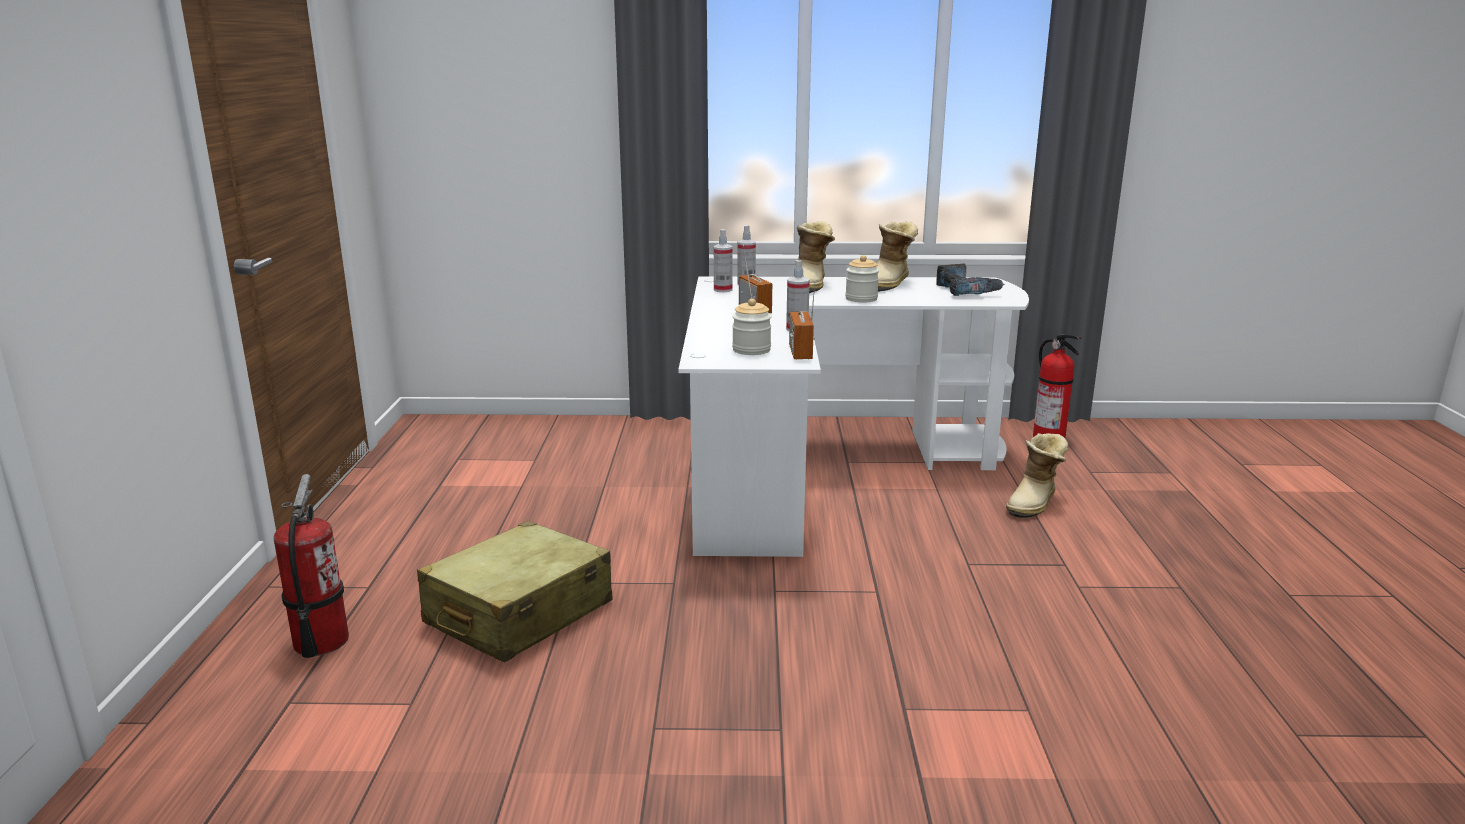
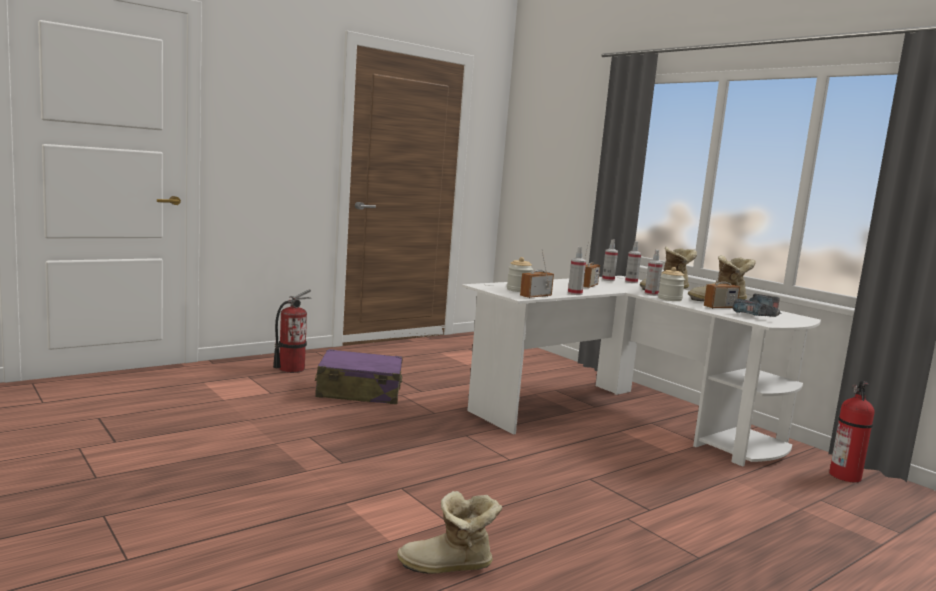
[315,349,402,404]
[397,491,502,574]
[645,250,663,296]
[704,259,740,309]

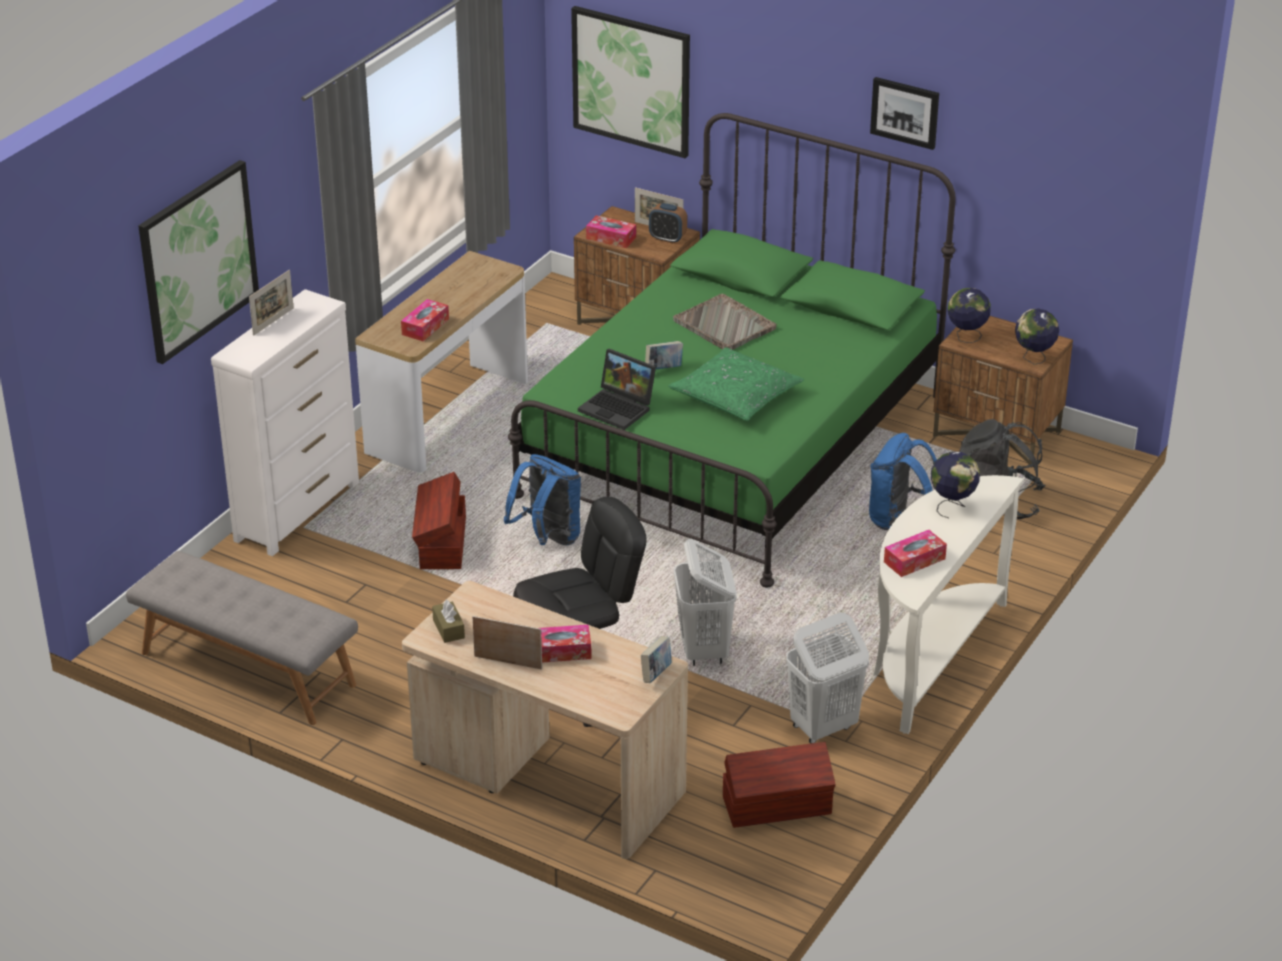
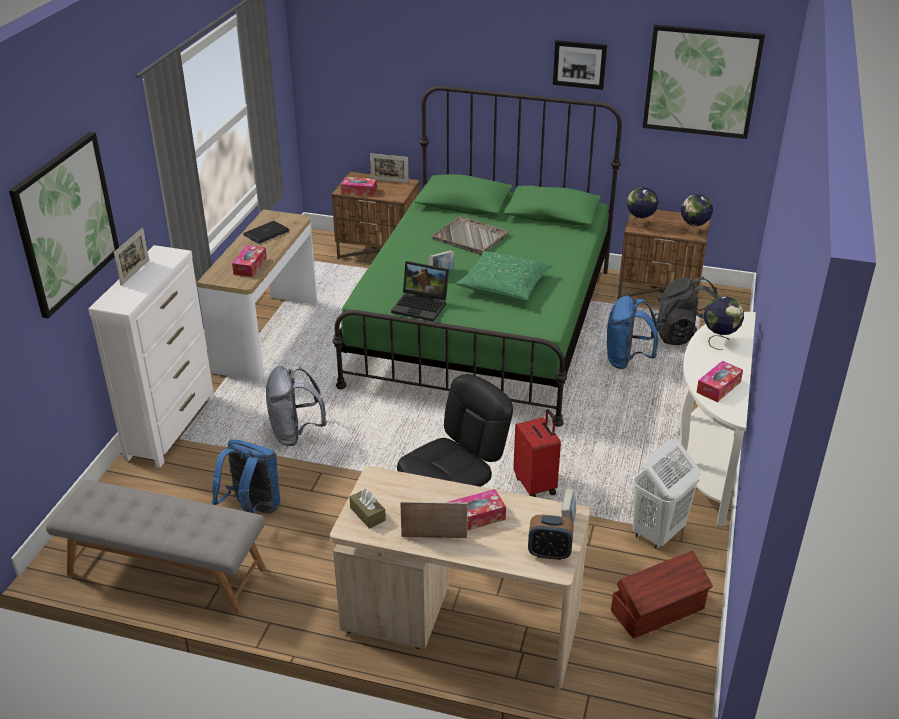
[266,366,327,446]
[212,440,280,514]
[643,25,765,139]
[528,515,574,560]
[513,409,561,497]
[243,221,289,244]

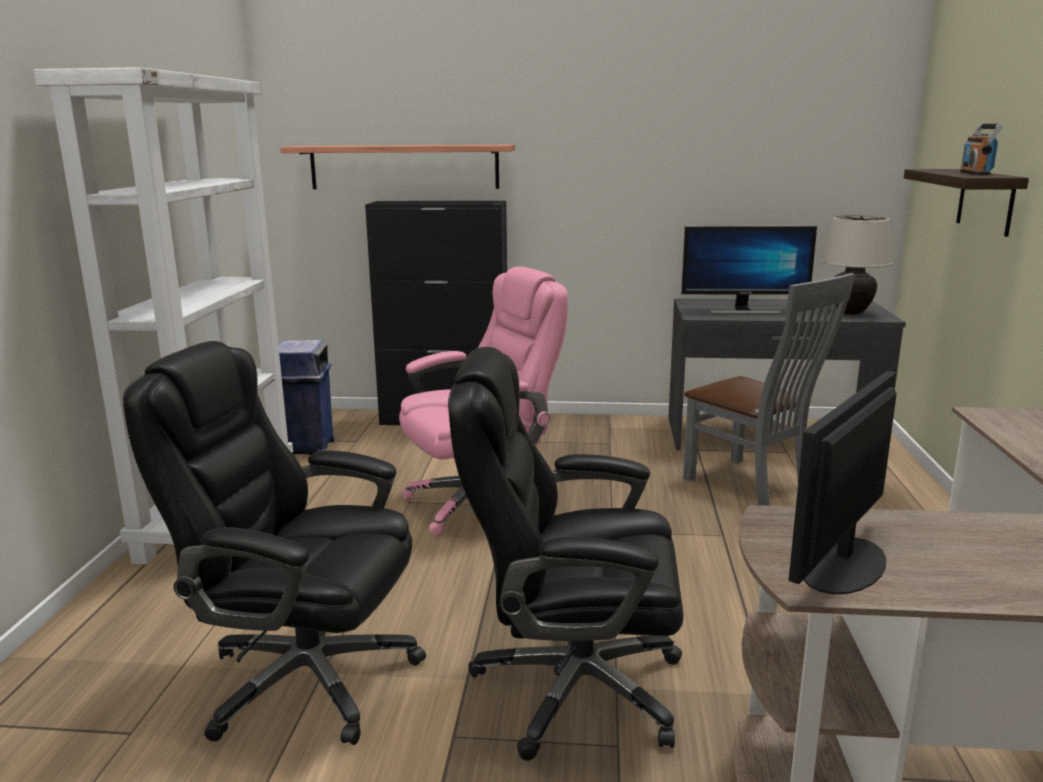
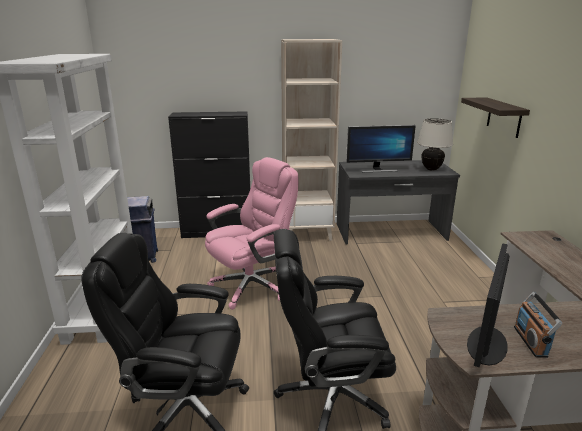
[280,145,515,189] (first image)
[683,273,855,506] (first image)
[514,292,563,358]
[281,39,342,241]

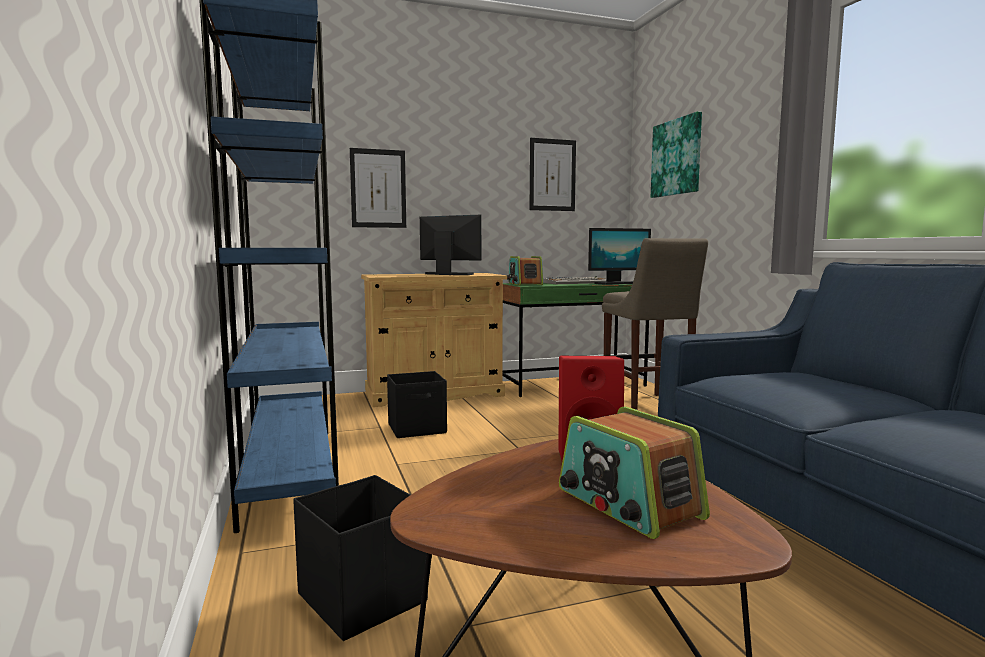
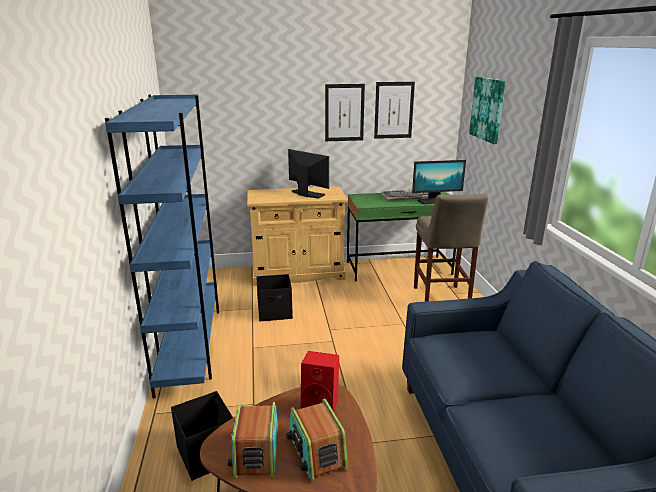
[325,84,365,141]
[228,402,278,479]

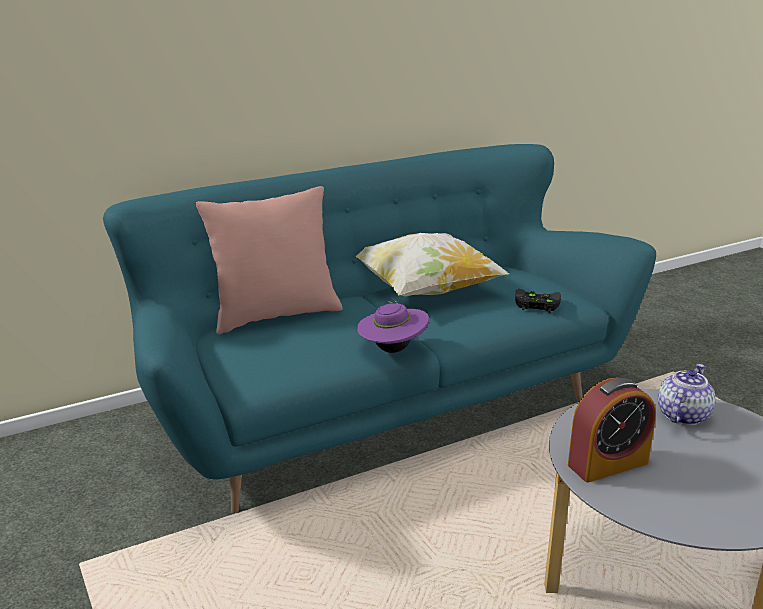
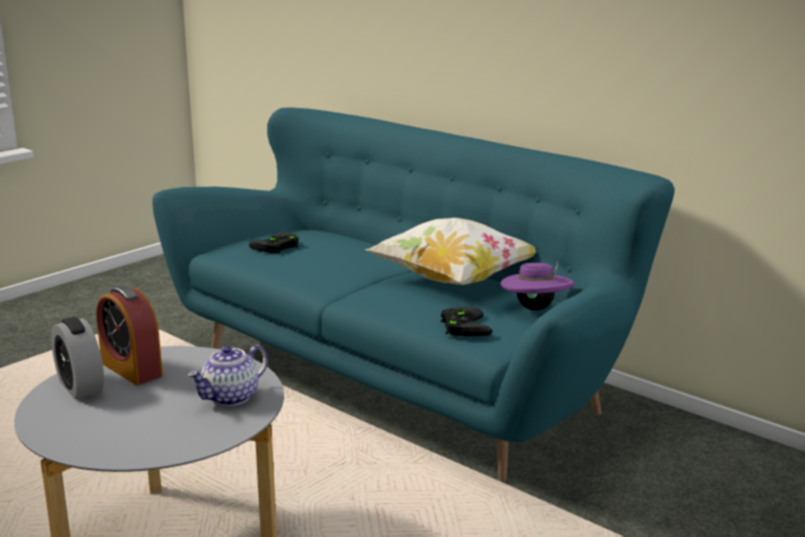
[196,186,343,334] (first image)
[501,261,574,311]
[188,345,268,406]
[51,317,104,399]
[249,232,299,254]

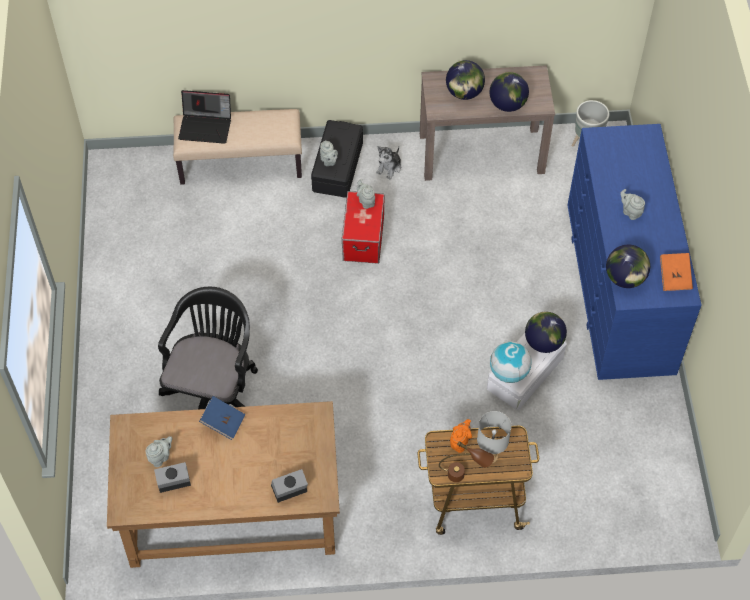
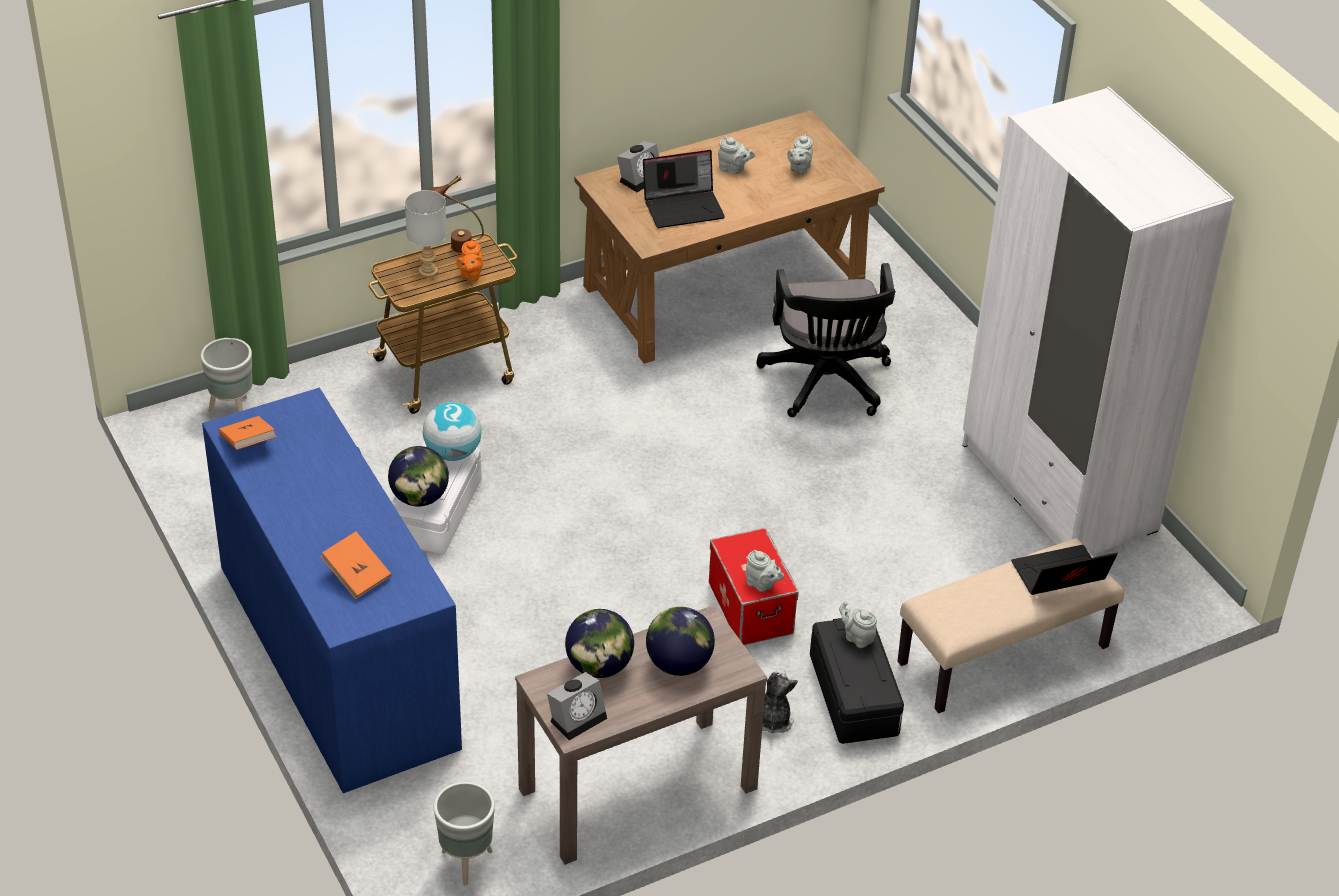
[547,672,607,740]
[199,396,246,440] (first image)
[606,245,650,288] (first image)
[718,137,755,174]
[201,338,253,413]
[320,532,391,599]
[643,150,725,228]
[962,86,1235,555]

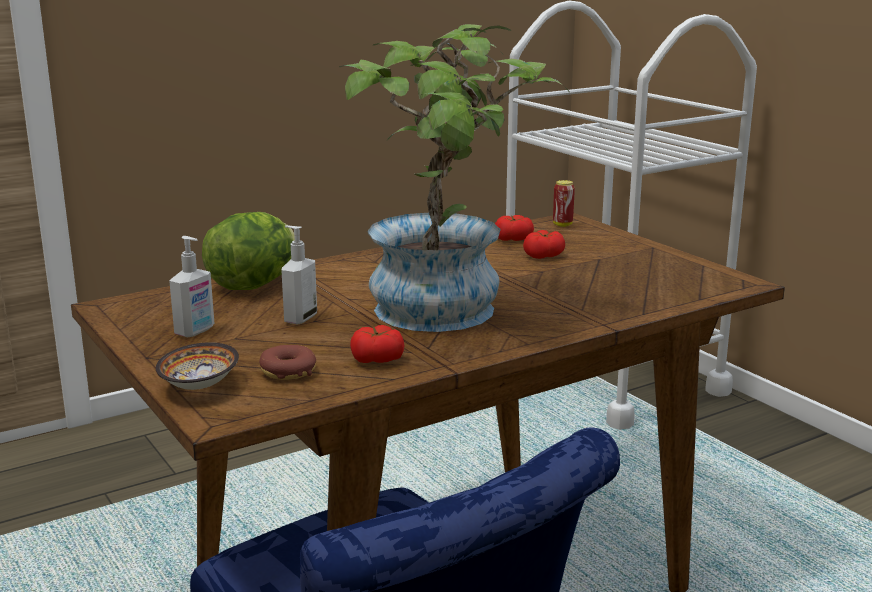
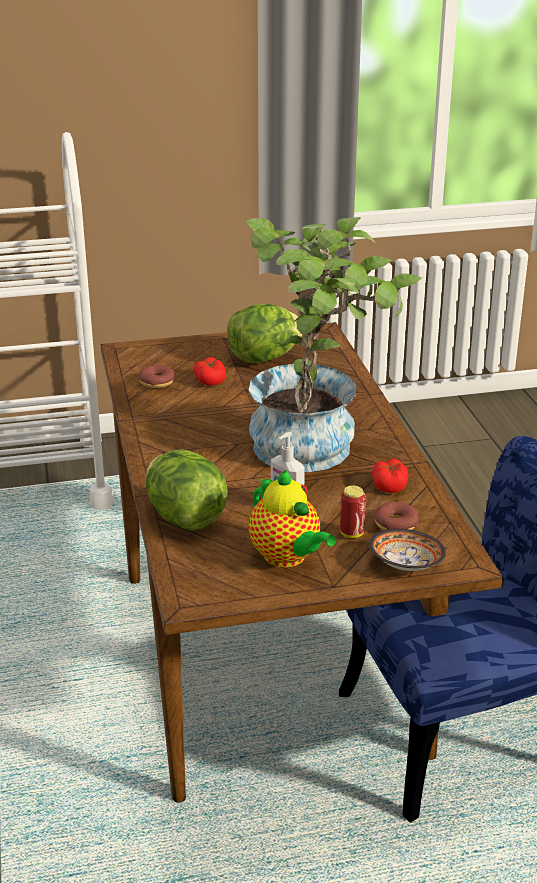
[248,470,336,567]
[138,365,175,388]
[340,486,366,538]
[227,304,303,363]

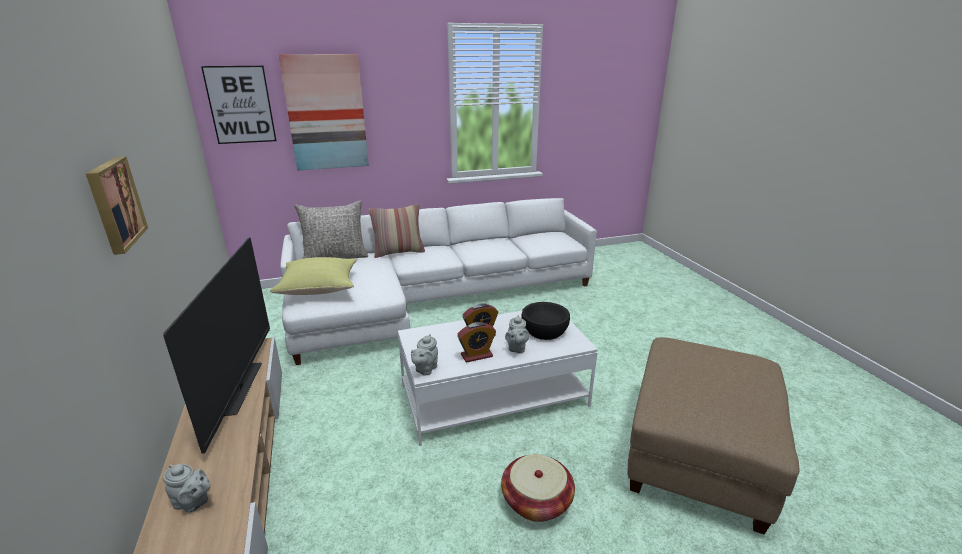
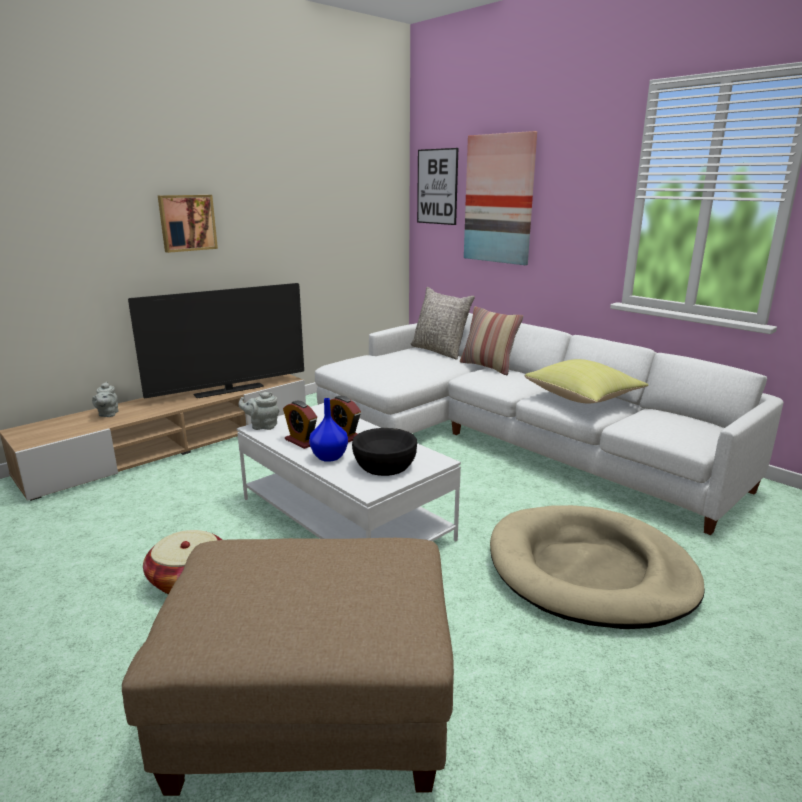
[525,359,648,404]
[309,398,348,462]
[490,505,705,629]

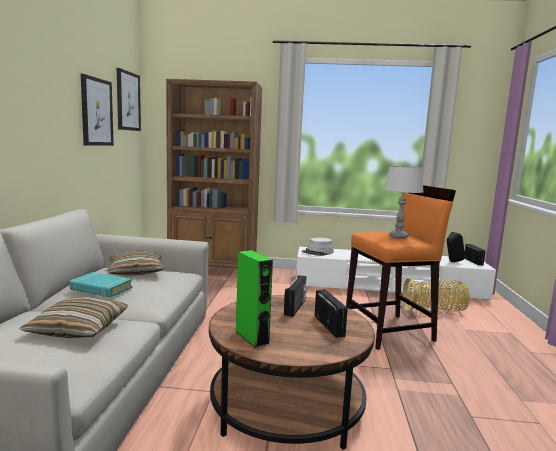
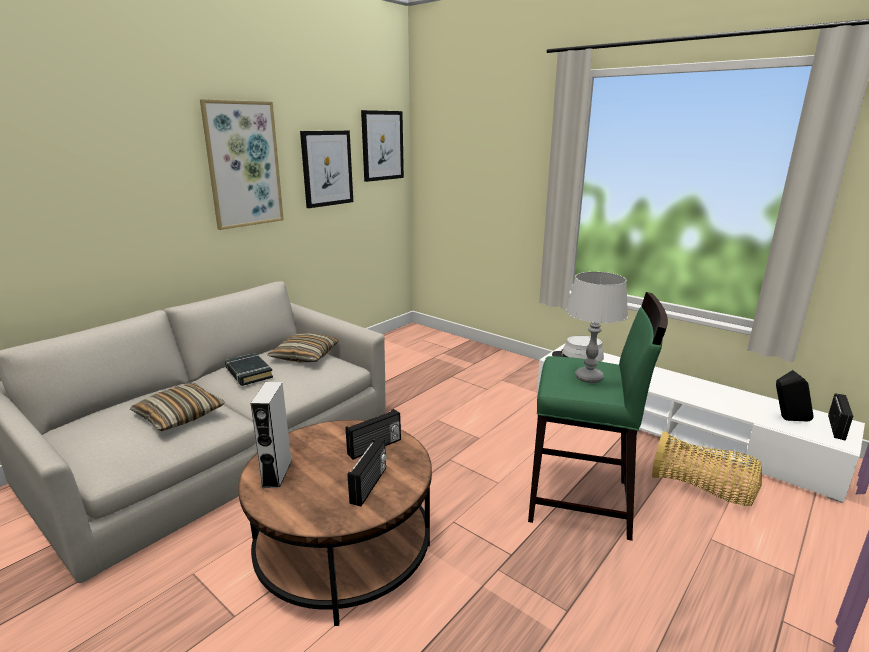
[225,353,273,386]
[166,79,262,268] (first image)
[251,382,292,488]
[528,292,668,541]
[200,99,284,230]

